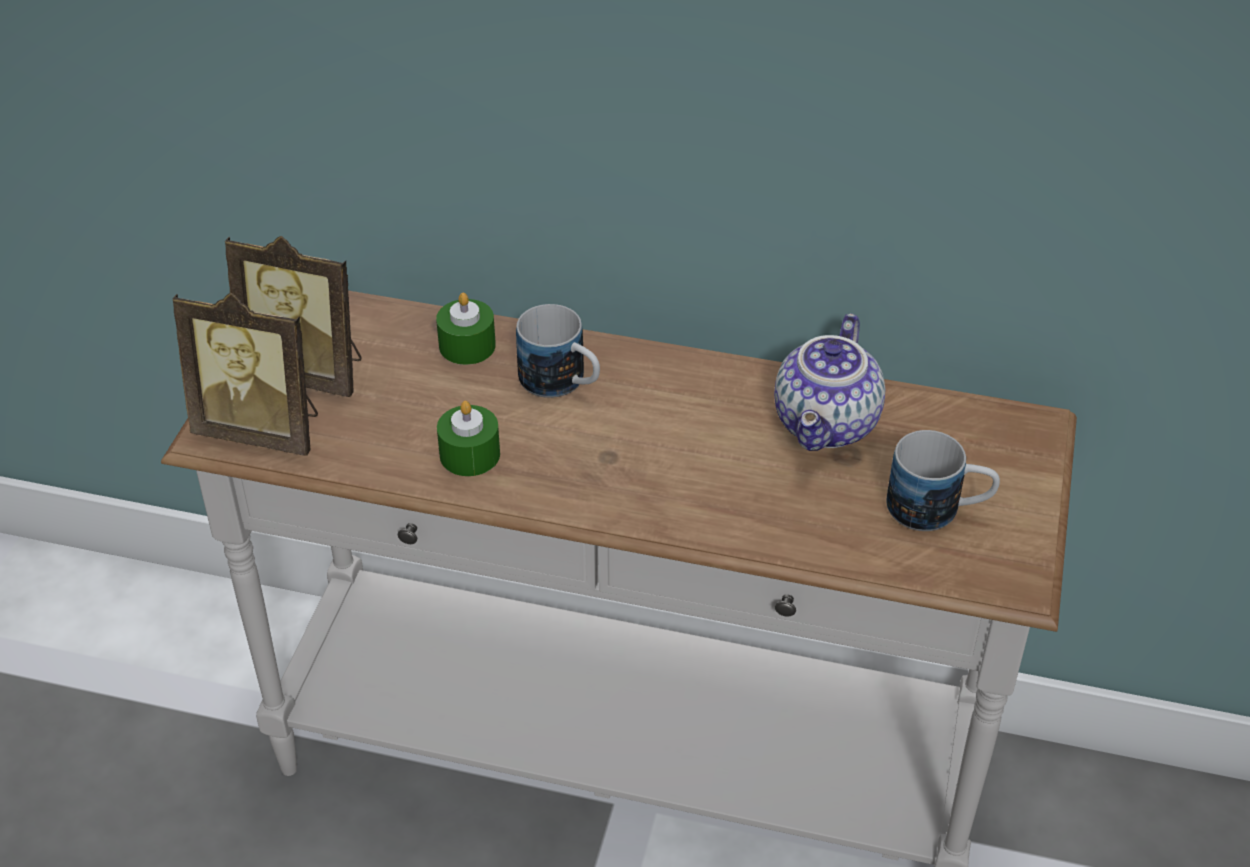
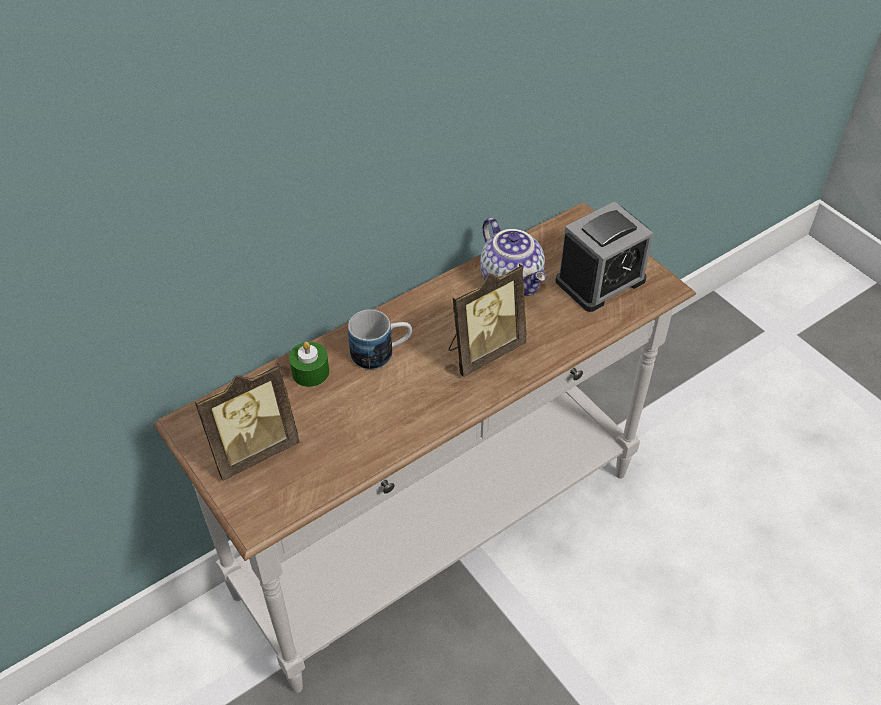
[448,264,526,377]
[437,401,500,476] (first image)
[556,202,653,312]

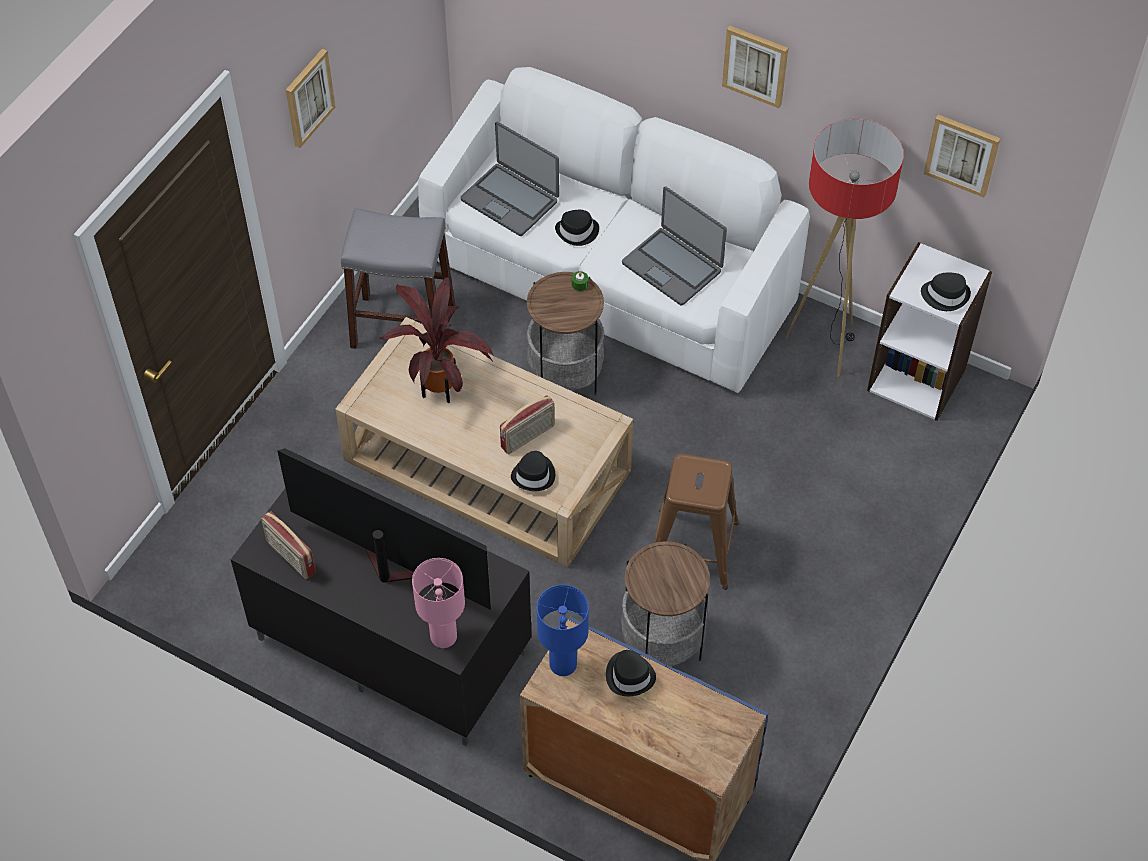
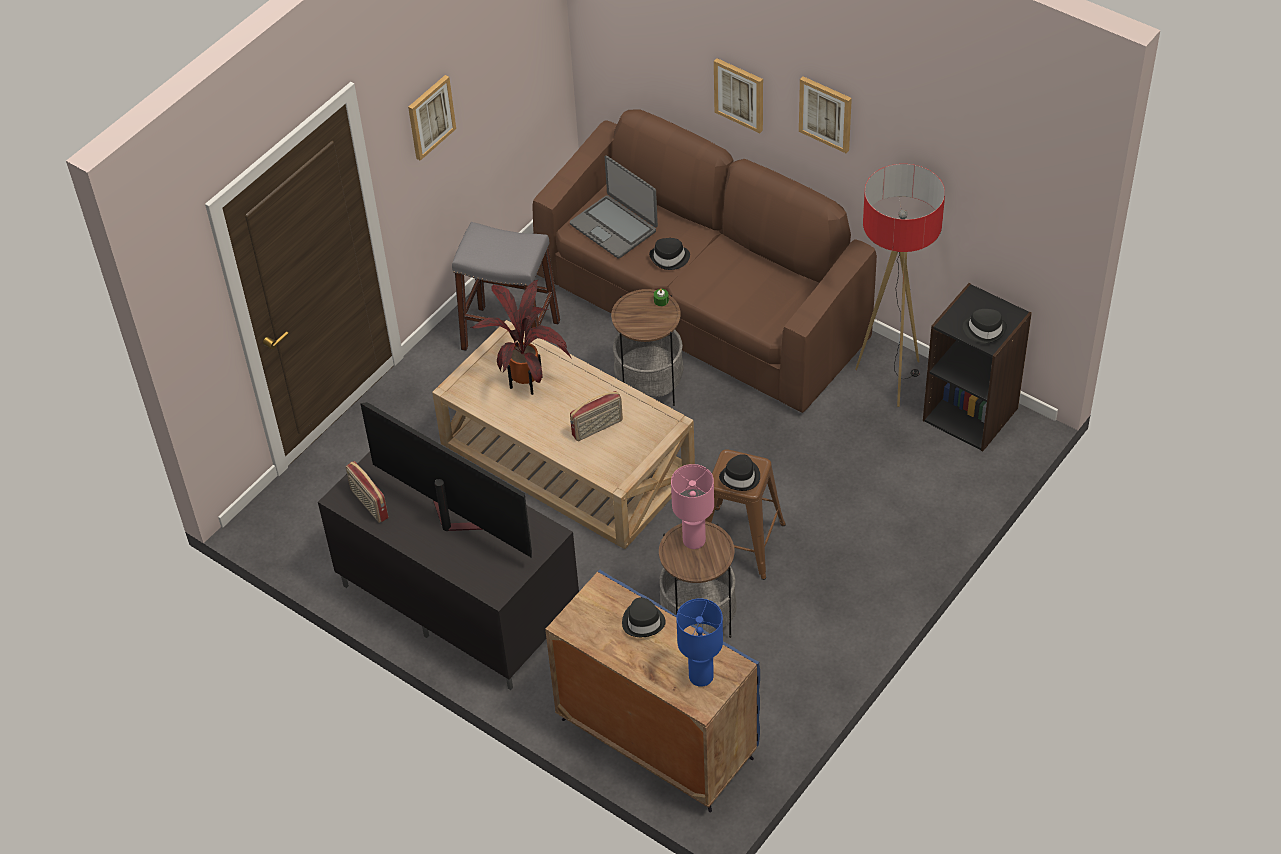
[671,464,714,549]
[532,109,877,413]
[719,454,760,491]
[676,598,723,687]
[622,186,727,306] (first image)
[923,283,1032,451]
[714,58,763,133]

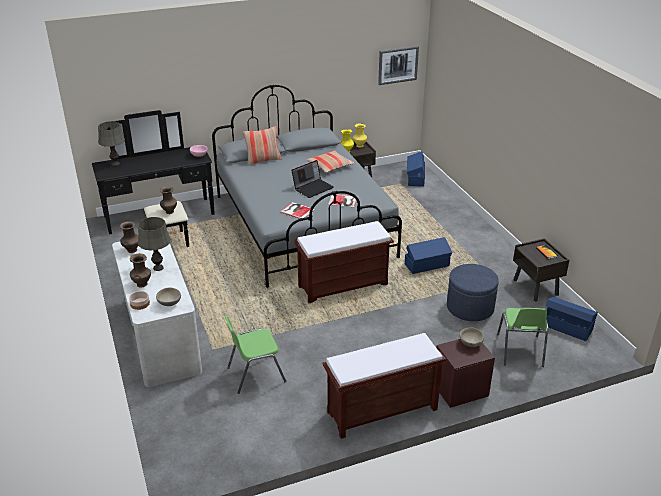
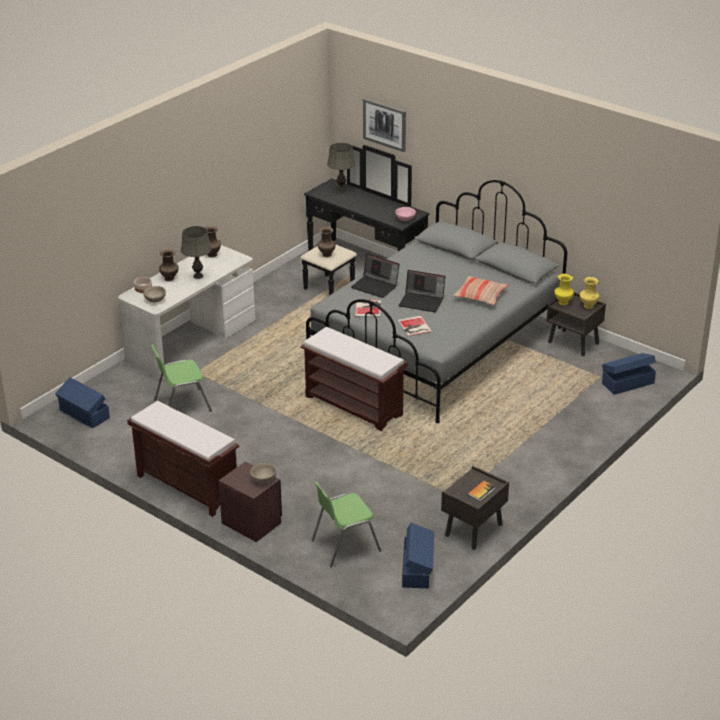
[151,344,212,412]
[243,126,282,165] (first image)
[363,98,406,152]
[55,377,110,428]
[447,264,499,321] (first image)
[351,254,400,298]

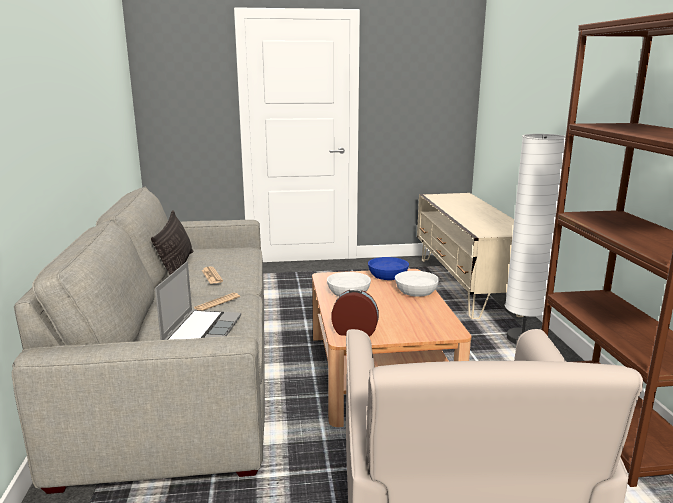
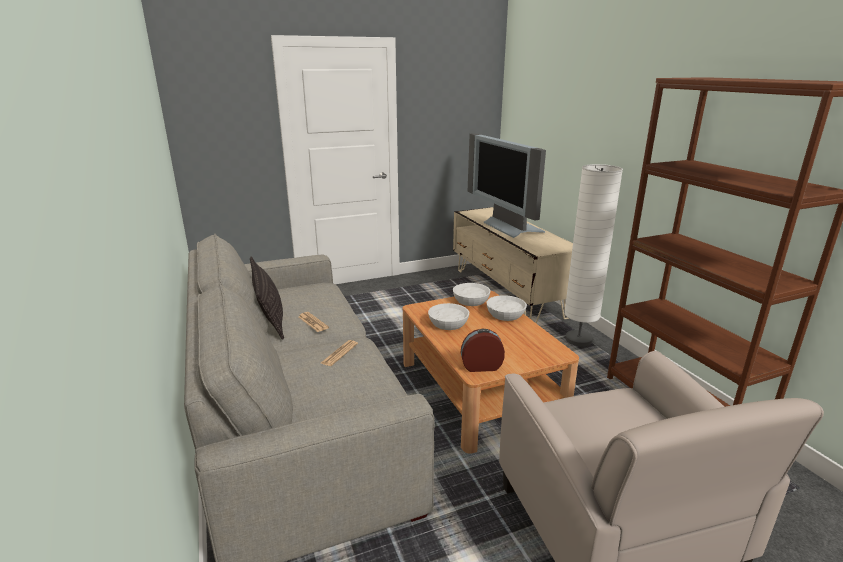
[155,261,241,340] (first image)
[453,283,490,306]
[468,133,546,238]

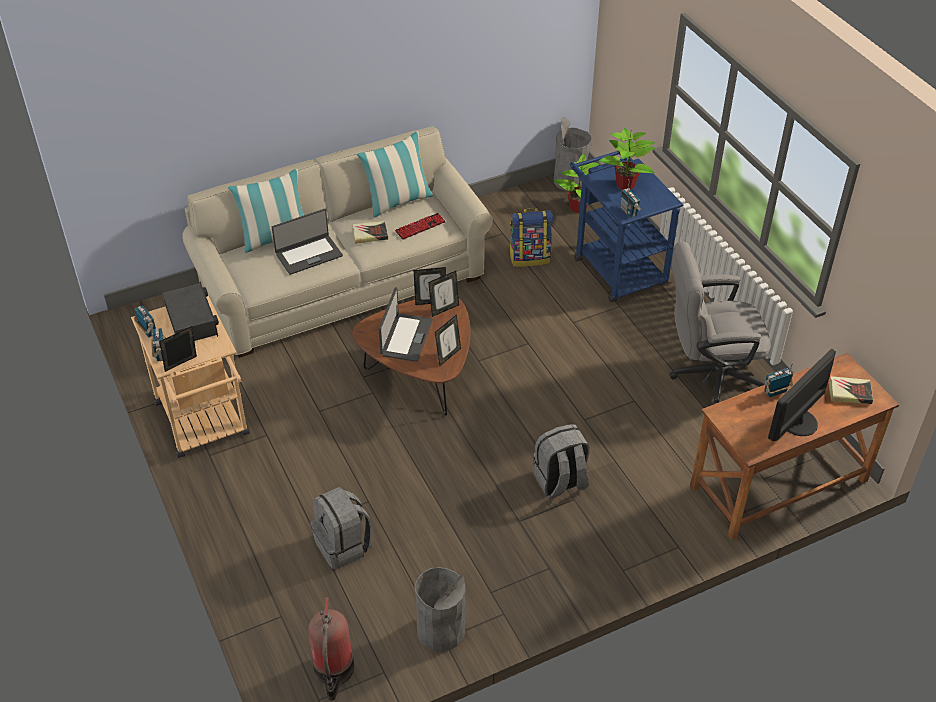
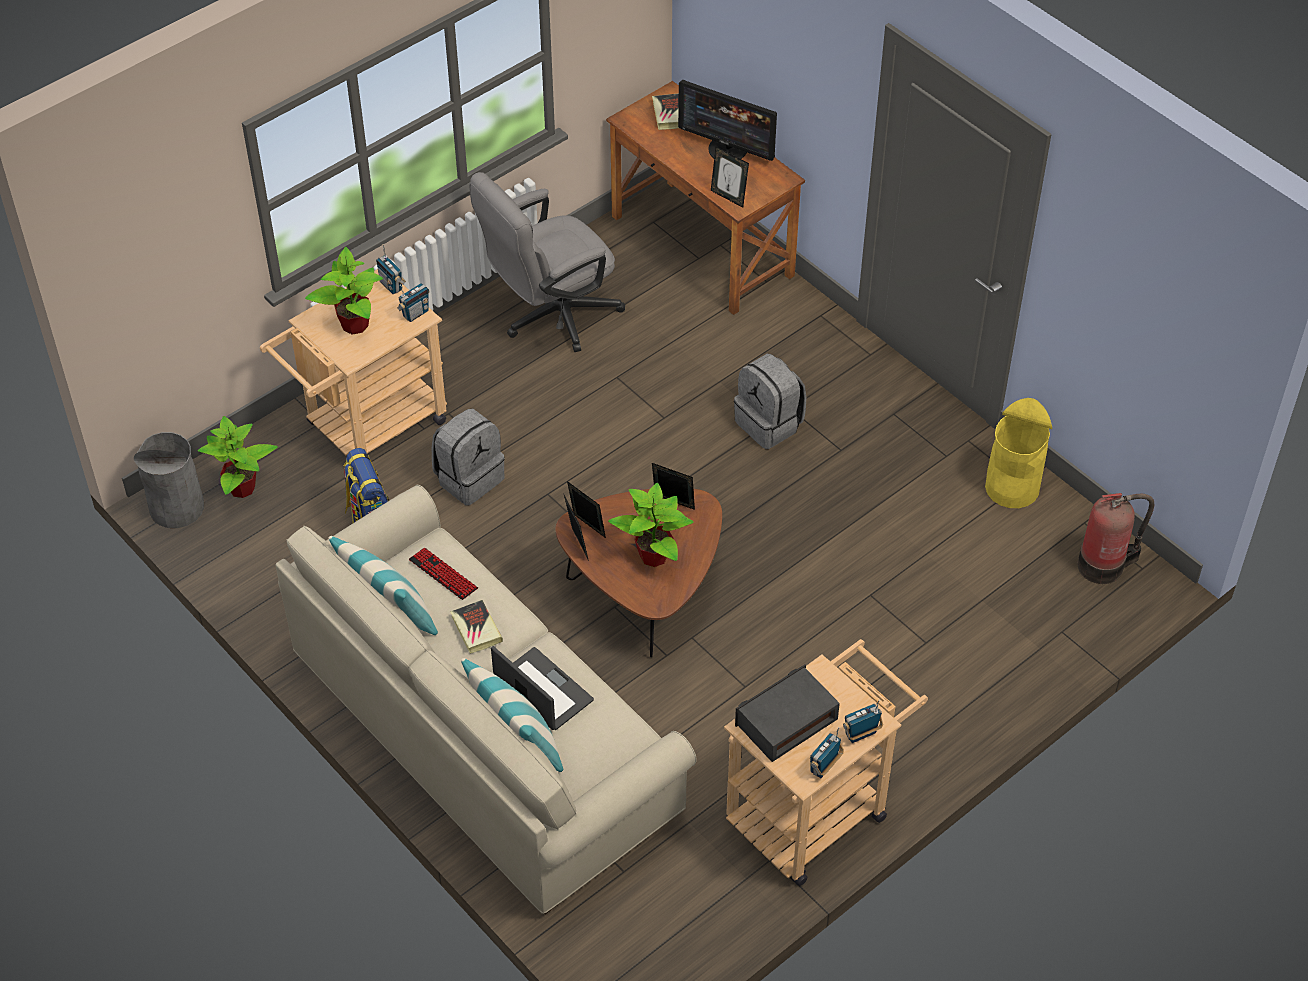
[711,146,749,208]
[432,409,505,505]
[608,483,694,567]
[985,398,1052,508]
[260,269,447,455]
[469,172,625,352]
[376,244,406,294]

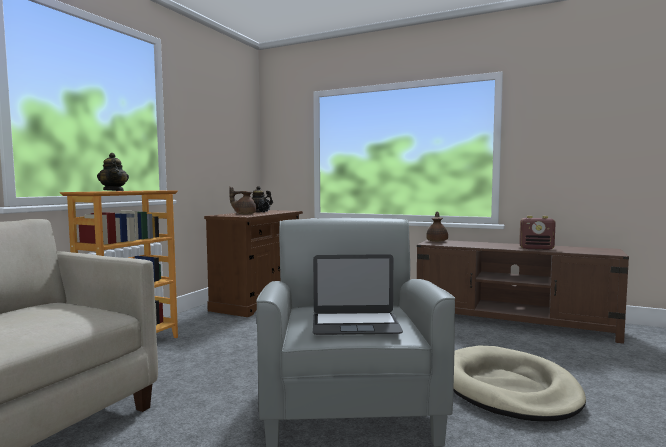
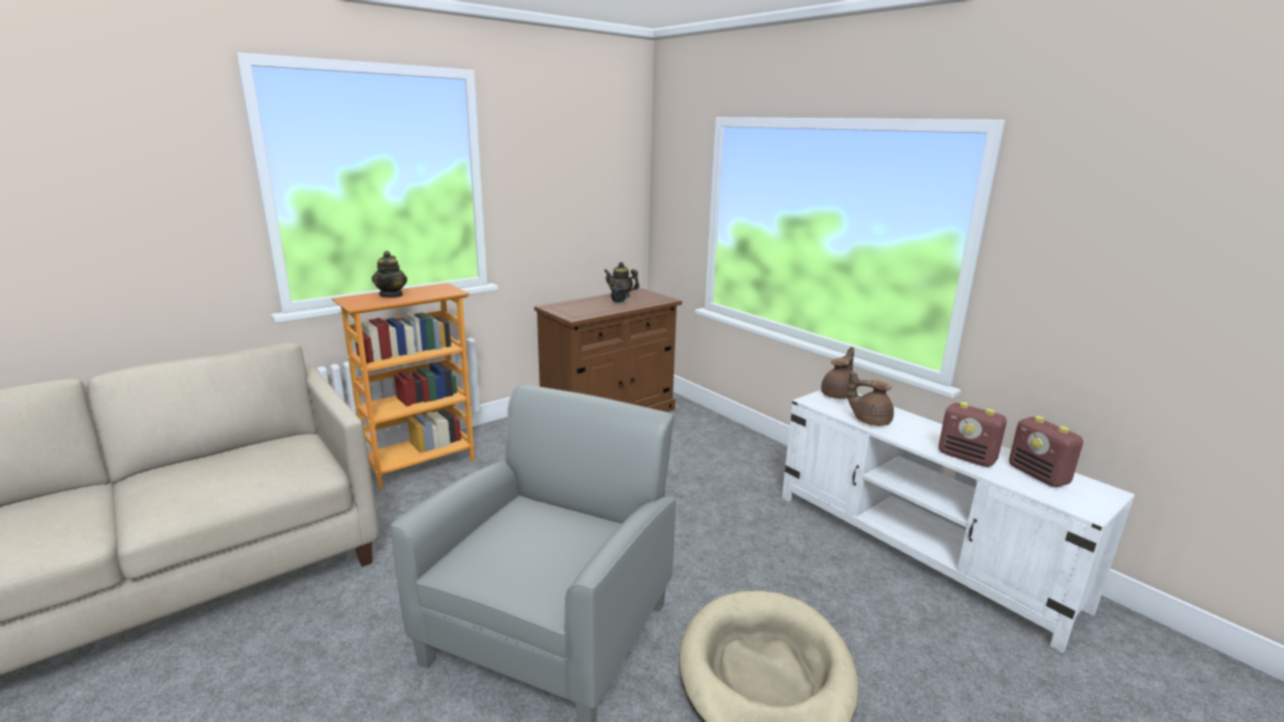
[847,371,894,426]
[313,254,403,335] (first image)
[782,390,1135,653]
[1009,416,1083,487]

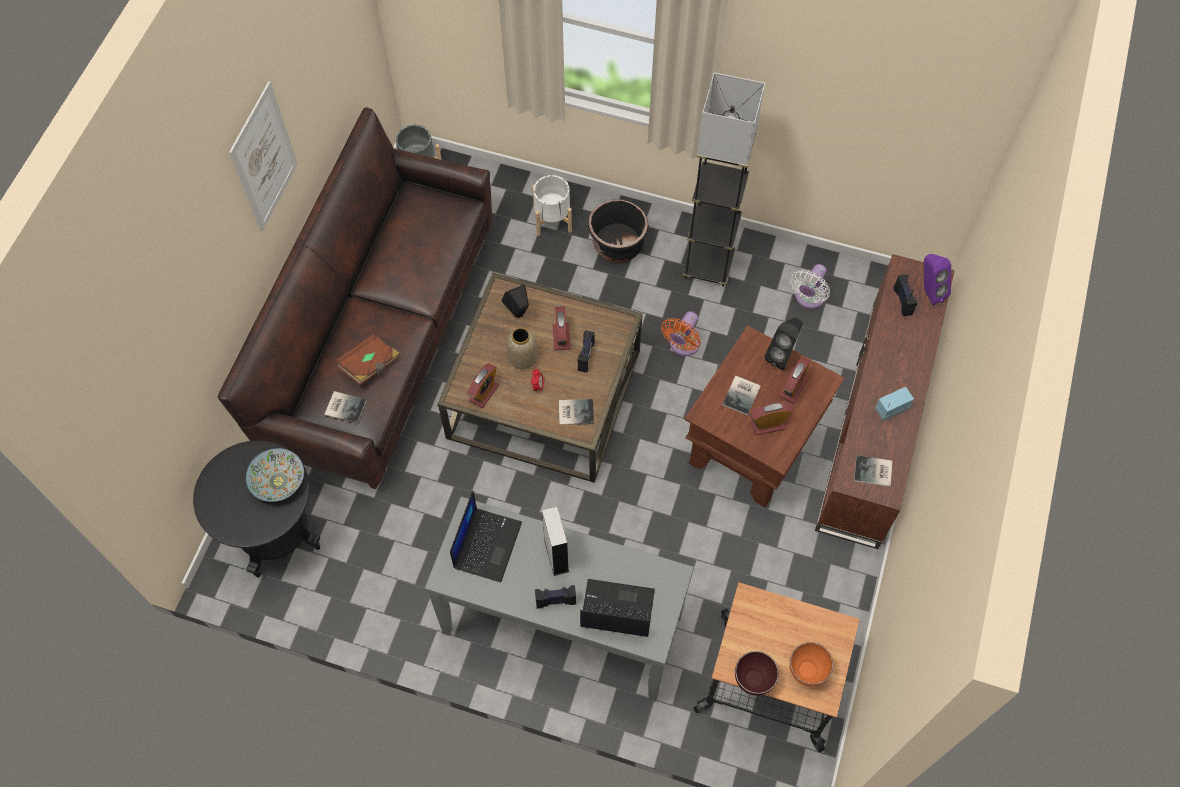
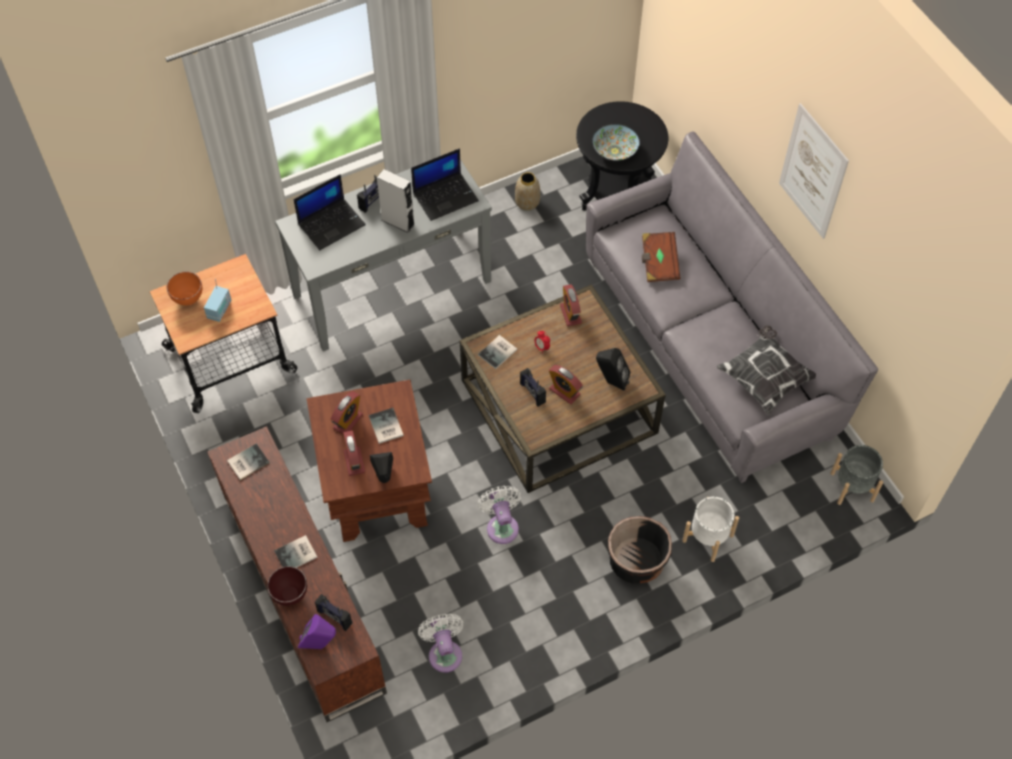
[586,132,878,483]
[274,535,318,568]
[411,148,479,221]
[515,172,540,211]
[478,486,521,544]
[683,72,765,287] (first image)
[267,566,307,606]
[204,279,231,322]
[717,325,816,415]

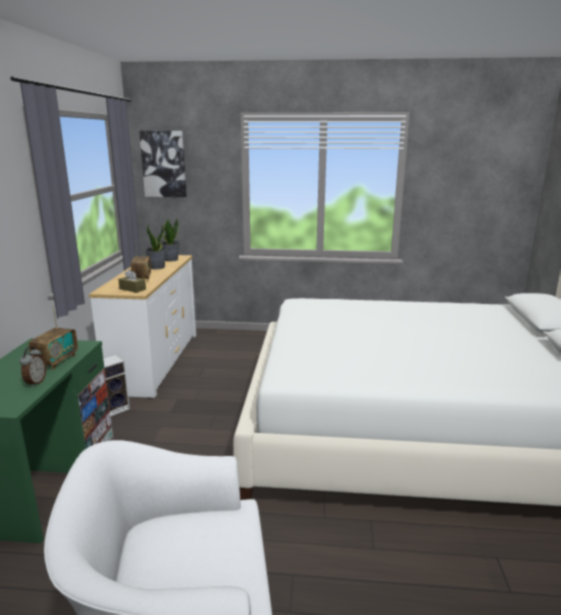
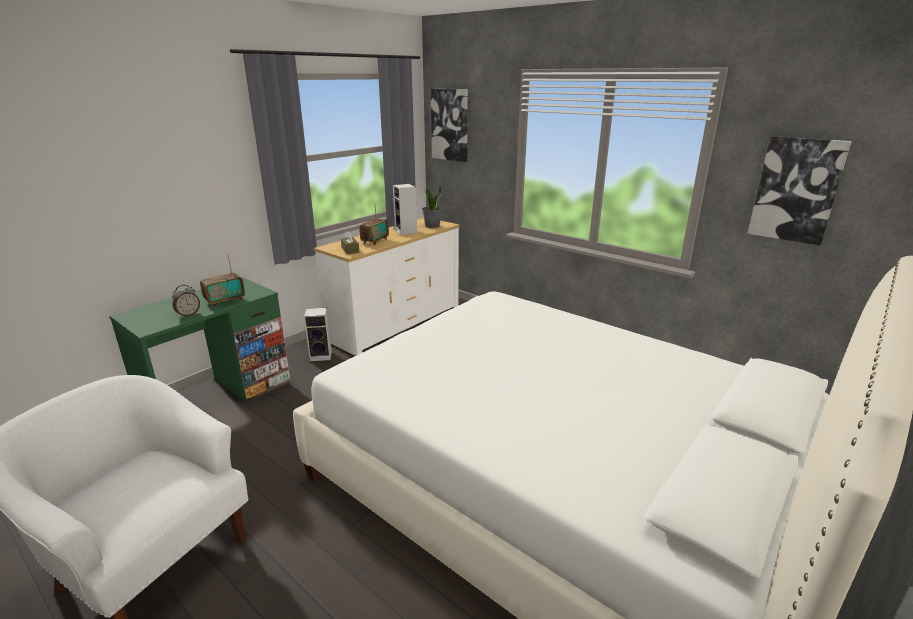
[393,184,417,235]
[748,136,852,246]

